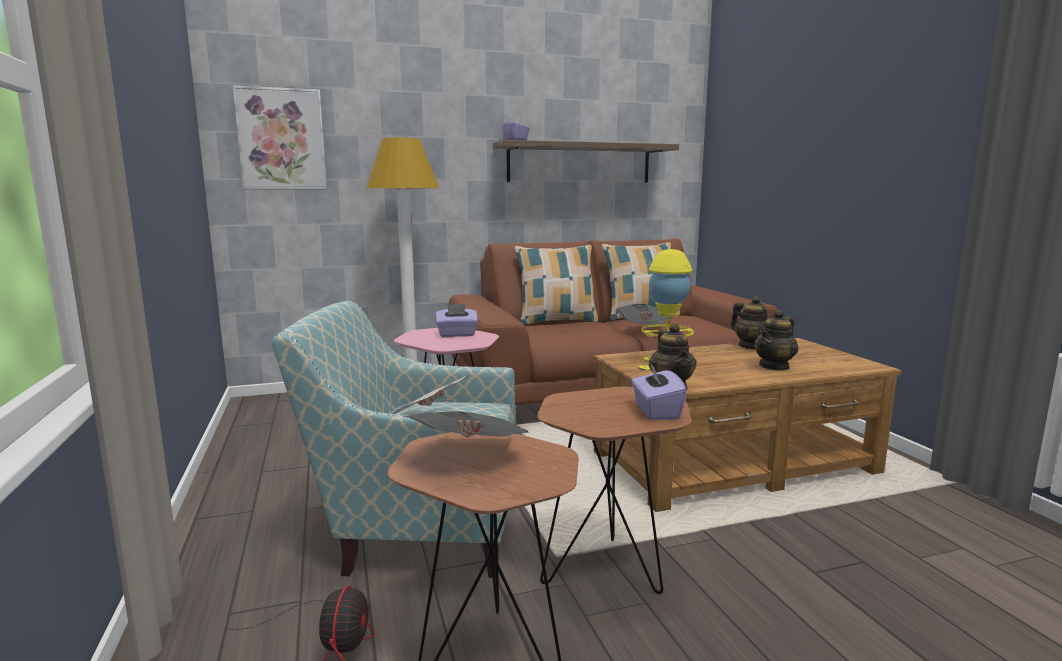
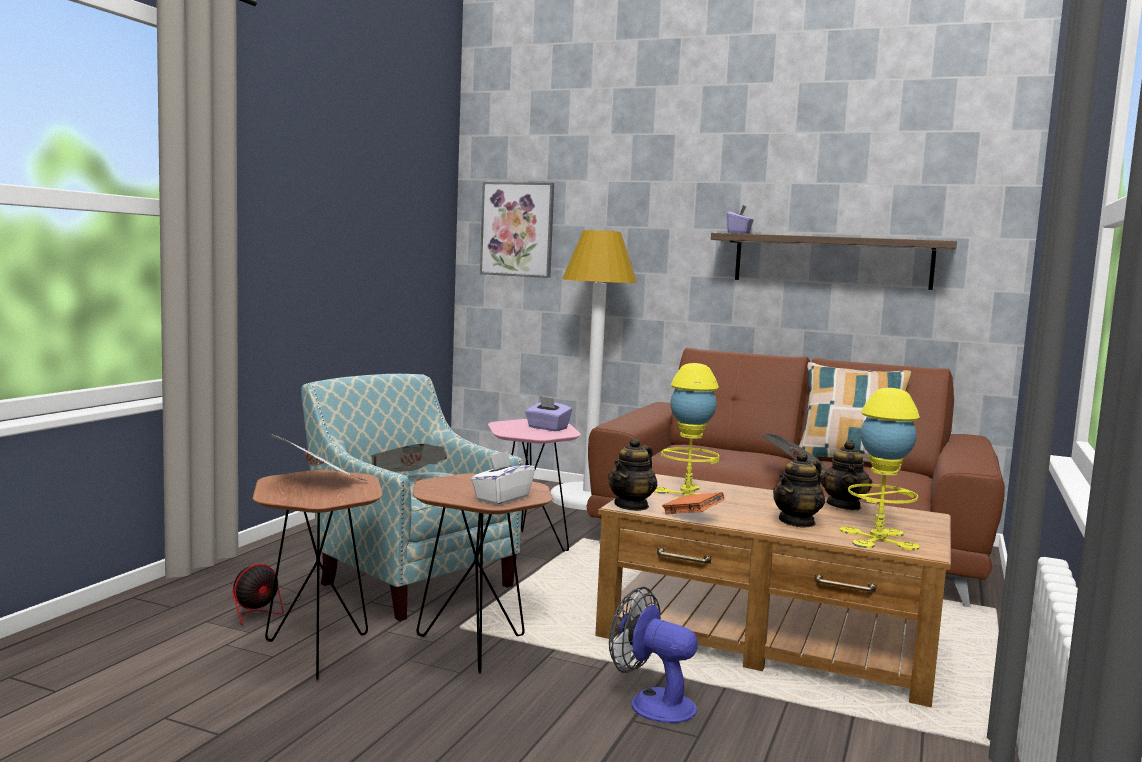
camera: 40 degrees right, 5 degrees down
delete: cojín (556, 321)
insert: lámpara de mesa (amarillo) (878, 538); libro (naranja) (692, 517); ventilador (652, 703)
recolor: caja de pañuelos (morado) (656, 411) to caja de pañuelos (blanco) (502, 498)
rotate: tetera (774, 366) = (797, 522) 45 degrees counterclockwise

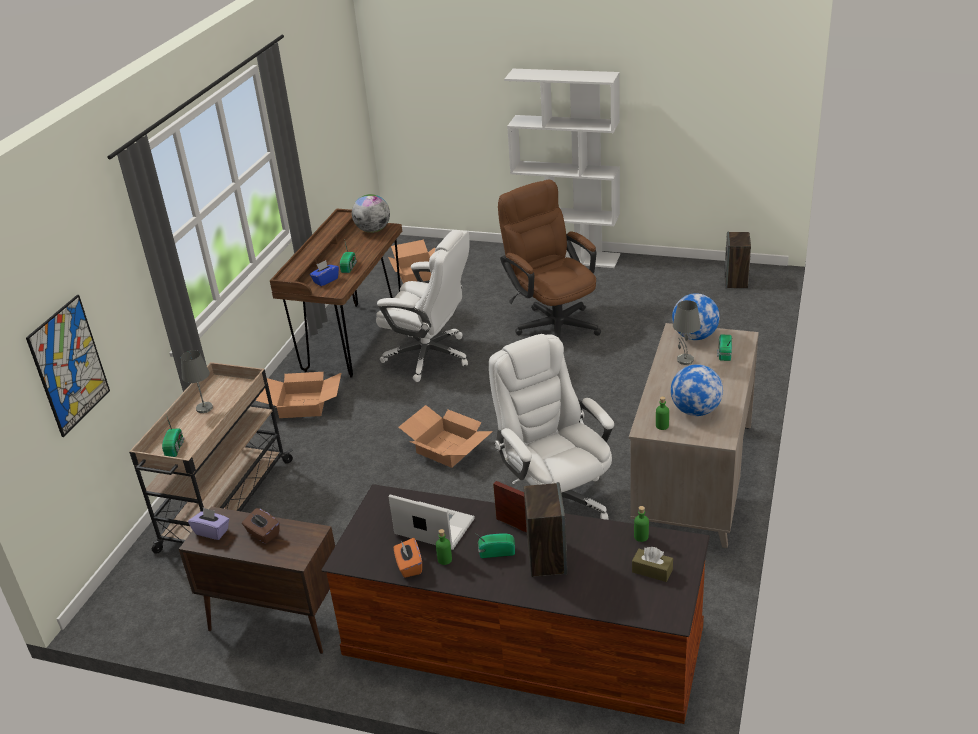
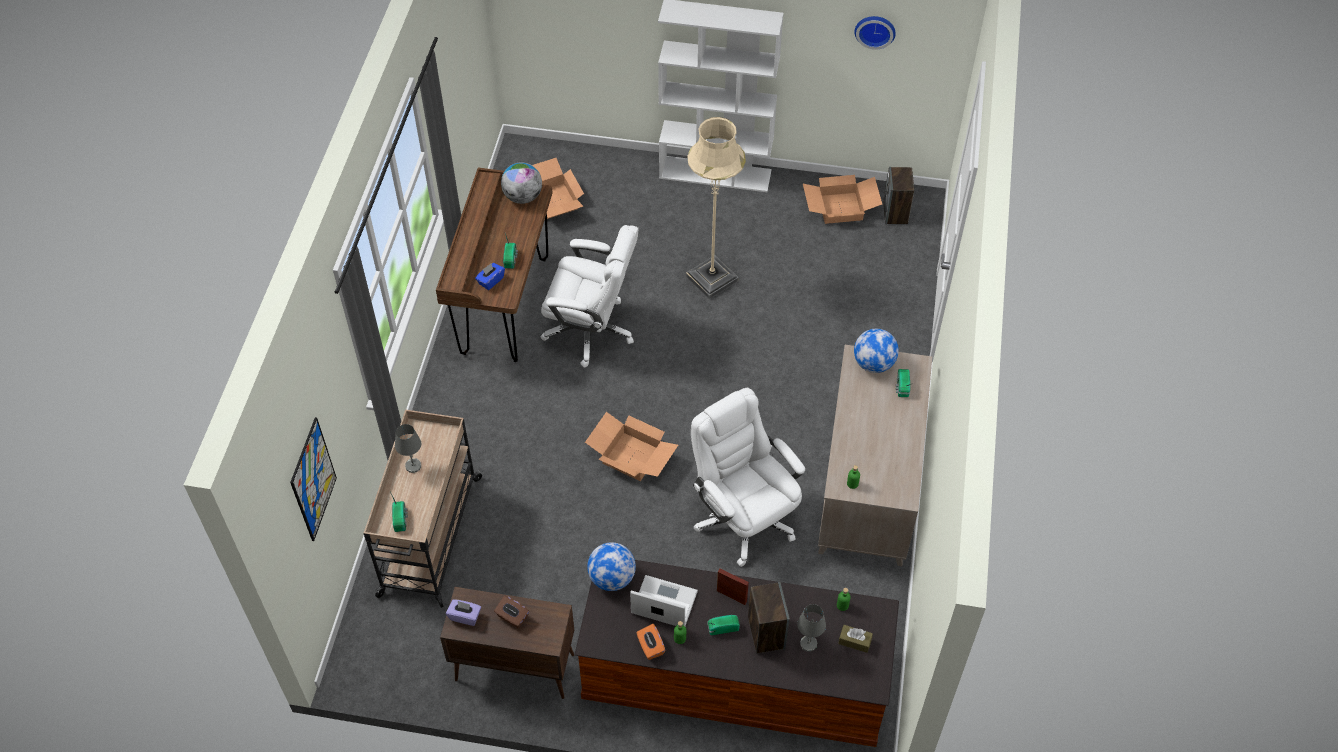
camera: 10 degrees left, 20 degrees up
insert: reloj de pared (875, 30)
move: lámpara de mesa (gris) (684, 360) to (807, 643); globo terráqueo (695, 411) to (612, 578); caja de cartón (304, 404) to (840, 207)
replace: silla de oficina (marrón) (553, 323) to lámpara de pie (beis) (712, 278)

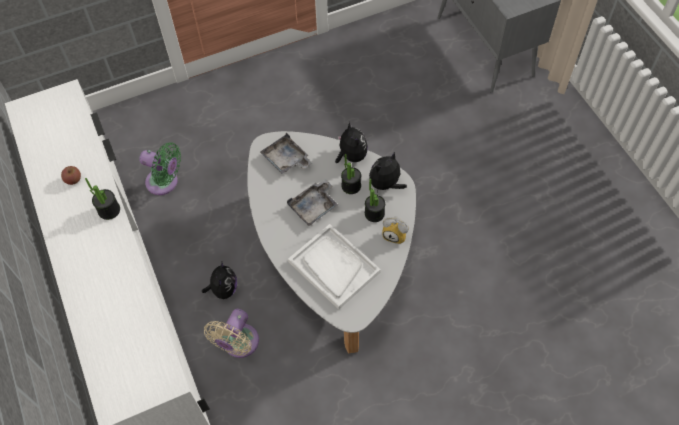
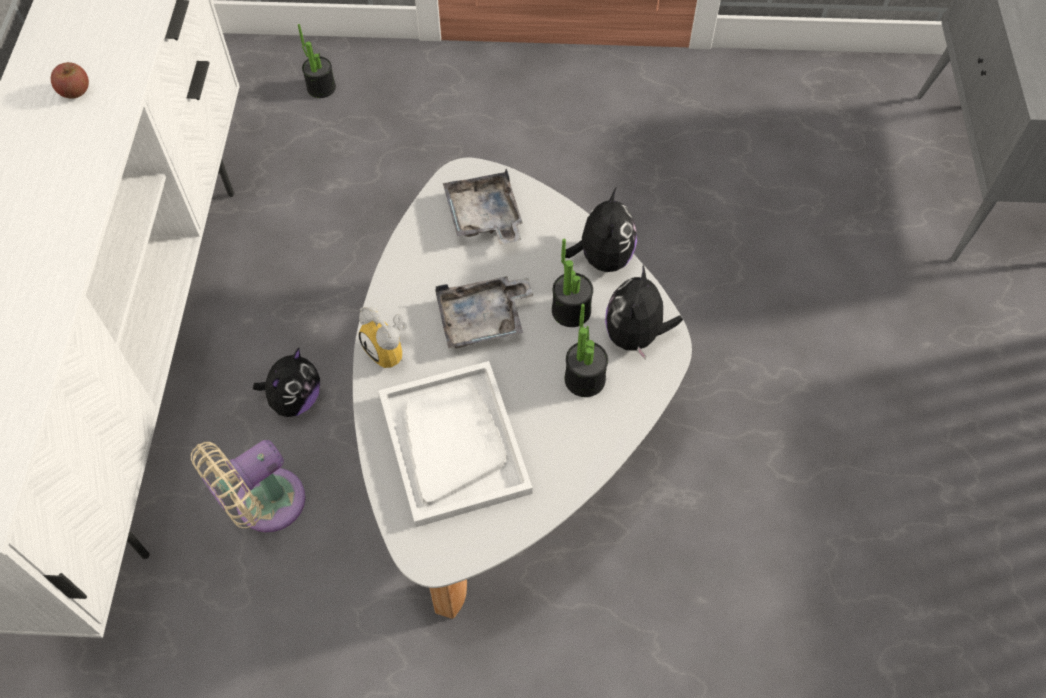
camera: 25 degrees right, 0 degrees up
delete: ventilador (verde) (165, 183)
move: planta en maceta (109, 210) to (321, 88); despertador (396, 235) to (390, 350)
rotate: peluche (385, 185) = (635, 336) 60 degrees counterclockwise

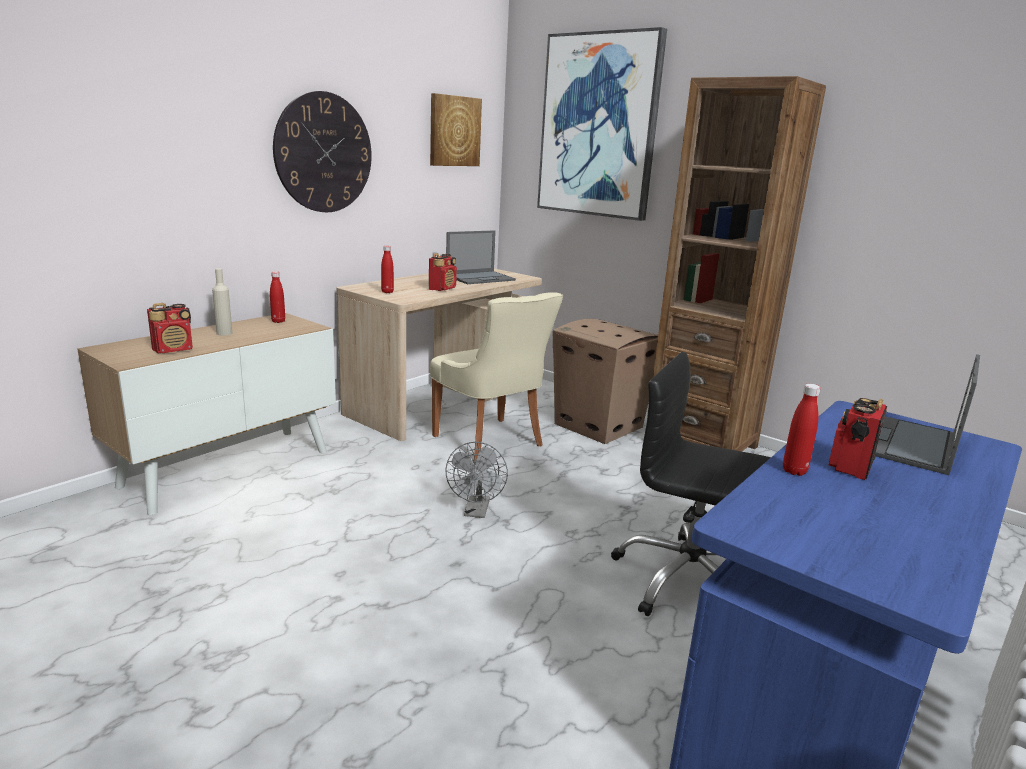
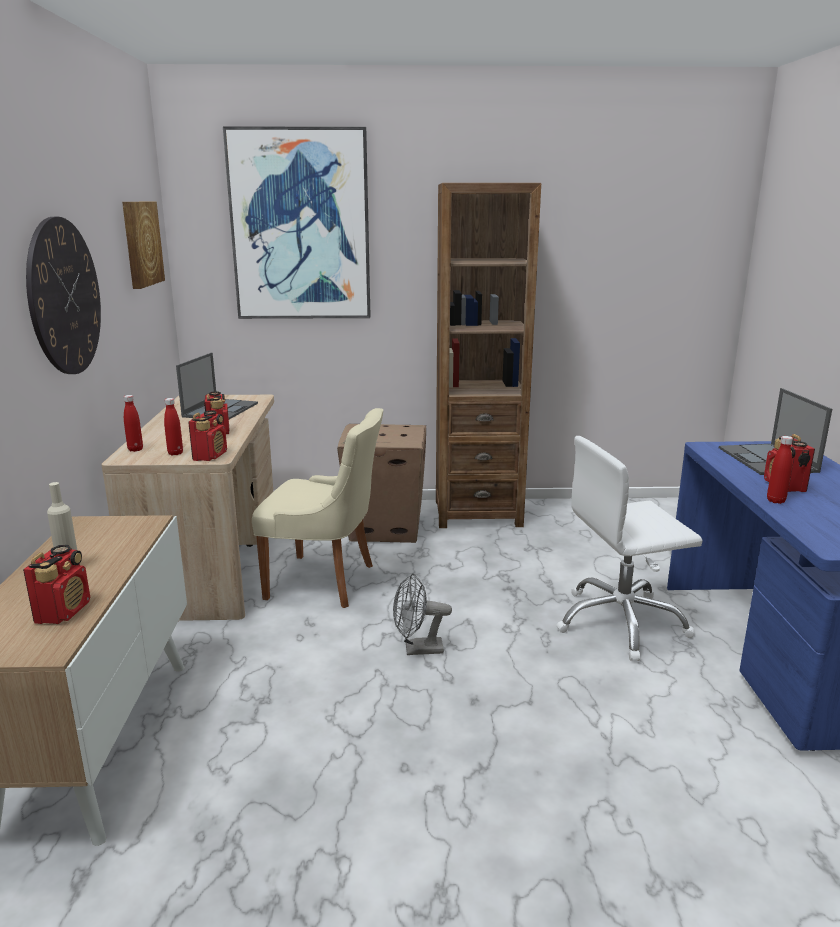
camera: 40 degrees left, 0 degrees up
insert: radio (210, 456)
move: botella (rojo) (278, 321) to (135, 449)
recolor: silla de oficina (negro) (687, 581) to silla de oficina (blanco) (621, 622)
rotate: ventilador (gris) (476, 512) = (417, 649) 120 degrees clockwise

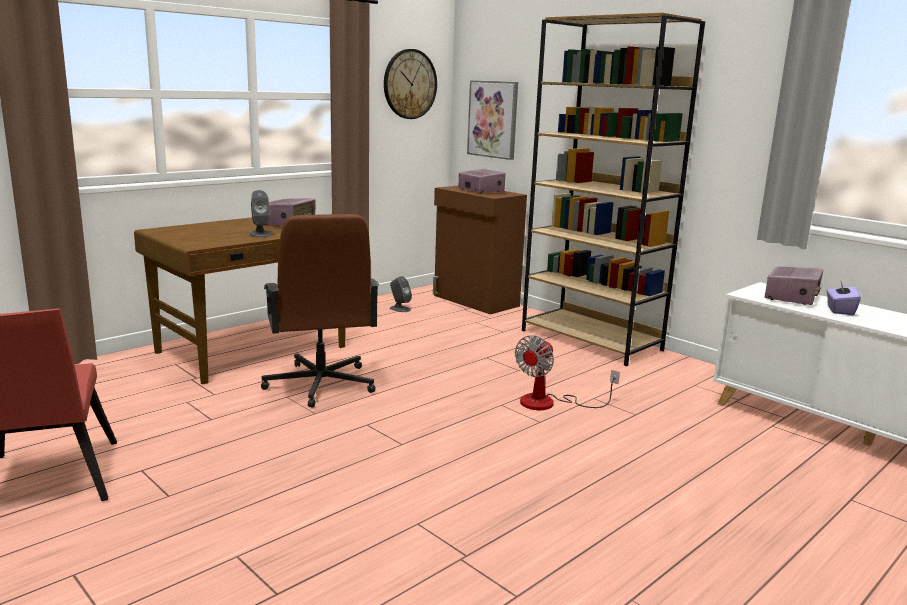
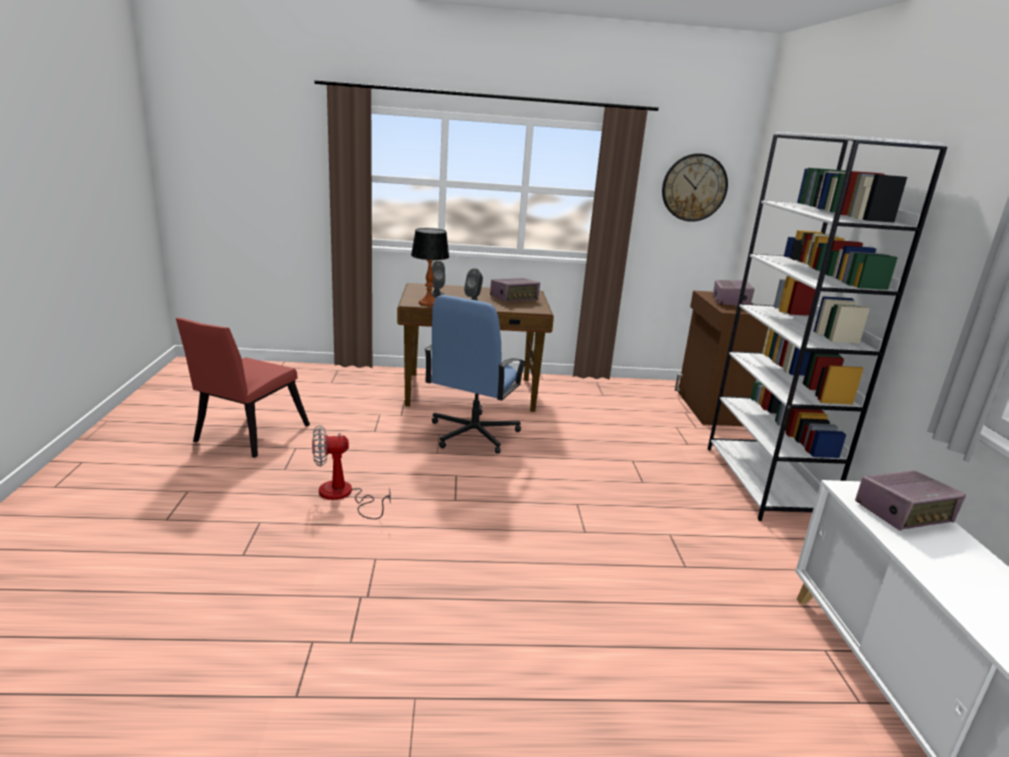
camera: 40 degrees right, 5 degrees up
delete: cuadro (493, 119); caja de pañuelos (morado) (839, 310)
insert: lámpara de mesa (428, 303)
move: altavoz (gris) (400, 309) to (437, 295); ventilador (549, 403) to (343, 496)
recolor: estantería (marrón) (591, 340) to estantería (blanco) (765, 483); silla de oficina (marrón) (320, 384) to silla de oficina (azul) (472, 434)

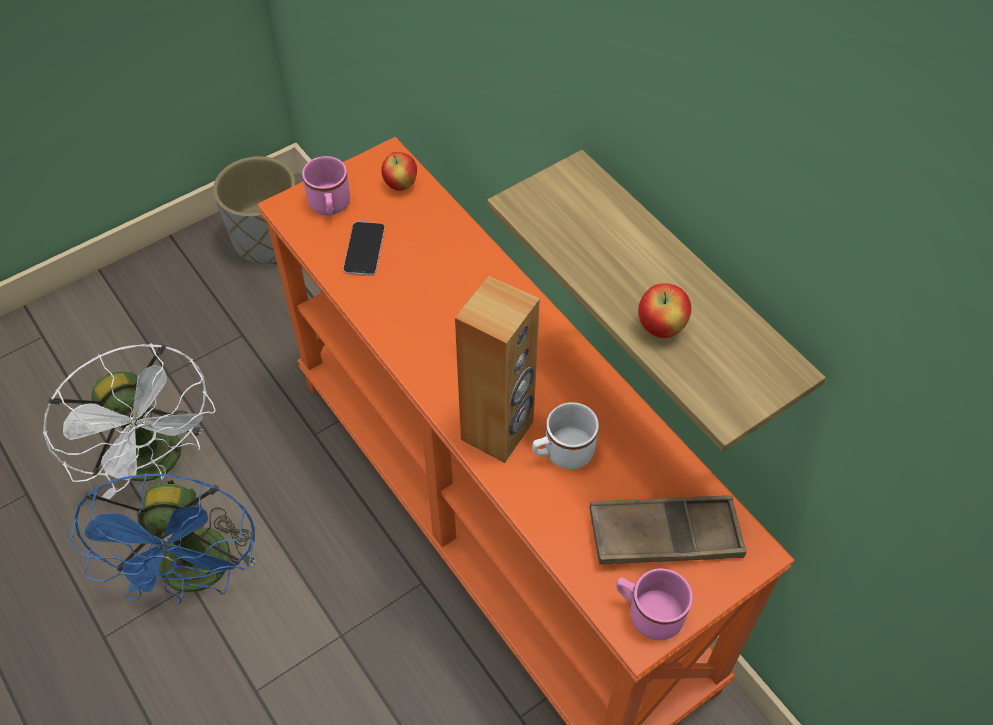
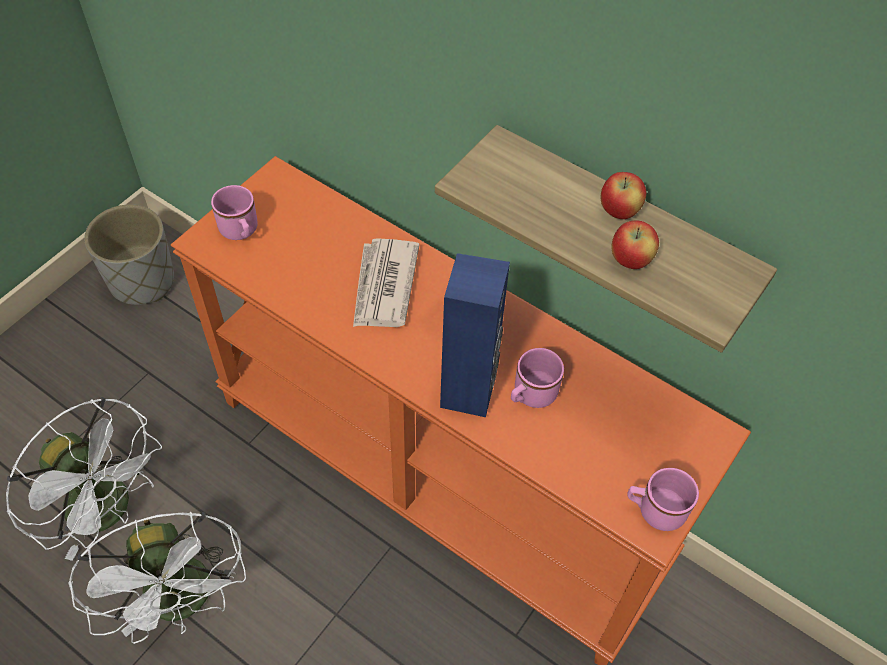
camera: 20 degrees left, 0 degrees up
delete: móvil (364, 249); bandeja (marrón) (665, 535)
insert: periódico (384, 286)
move: manzana (400, 185) to (619, 212)
recolor: altavoz (marrón) (498, 431) to altavoz (azul) (469, 391); taza grande (blanco) (562, 453) to taza grande (rosa) (530, 395); ventilador (azul) (197, 576) to ventilador (blanco) (184, 602)

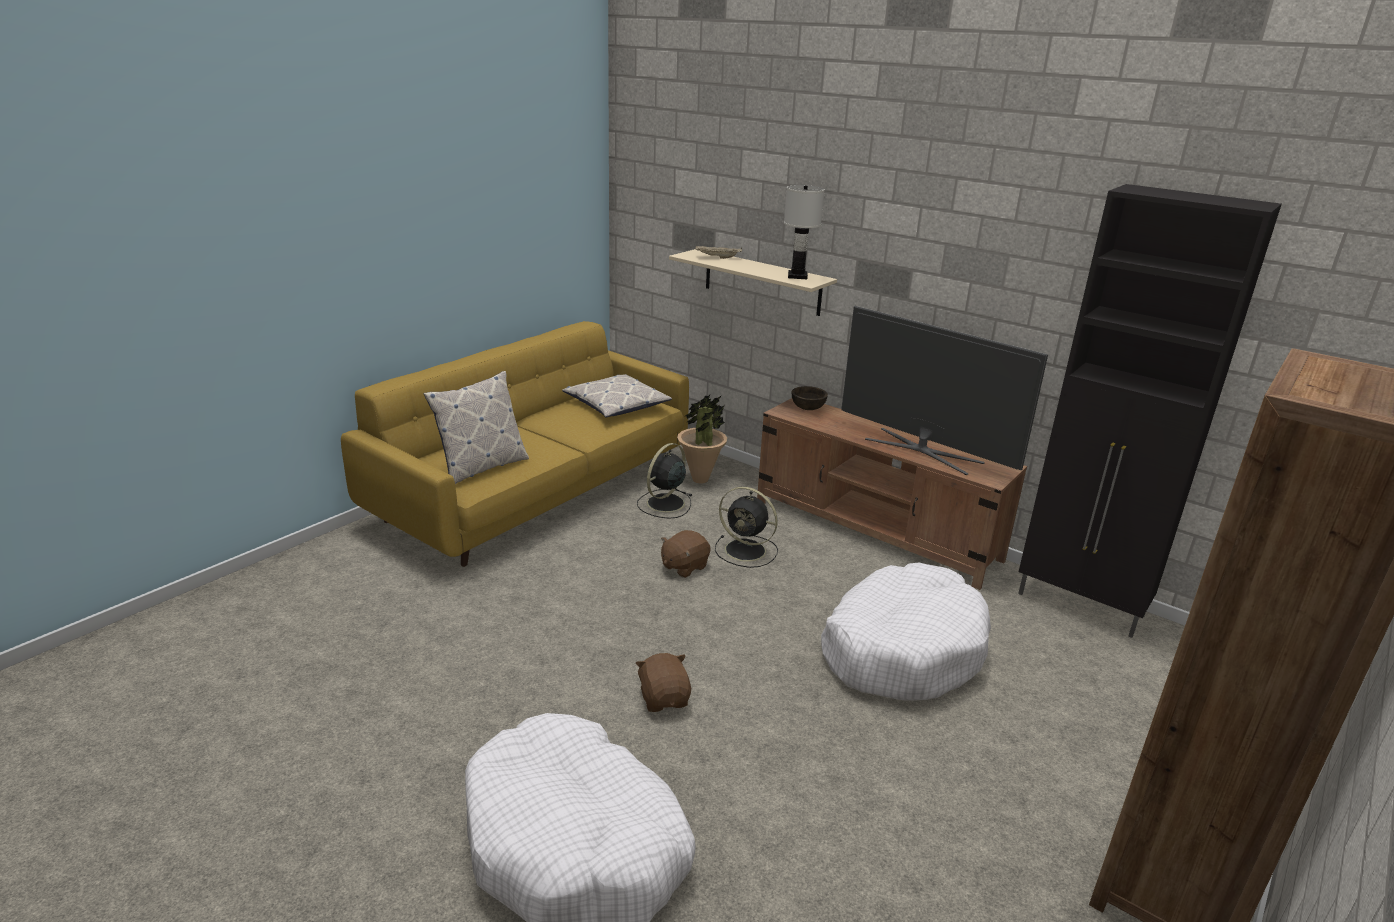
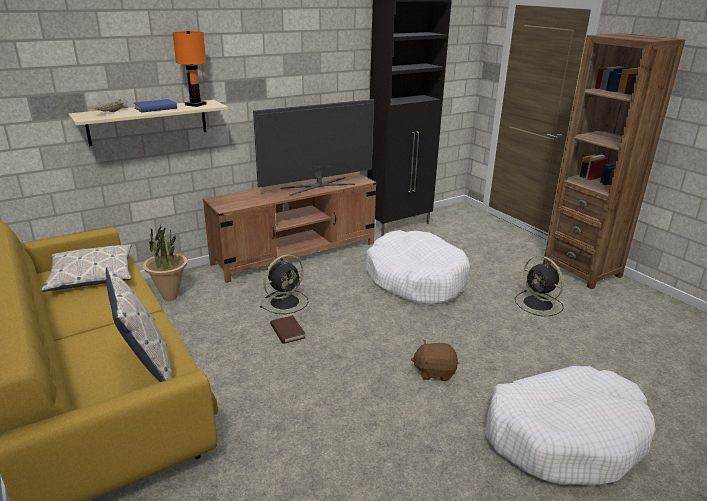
camera: 70 degrees left, 0 degrees up
delete: cuenco (marrón) (807, 408)
insert: libro (azul) (156, 108)
move: ventilador (negro) (664, 504) to (539, 304)
replace: peluche (marrón) (684, 566) to libro (marrón) (287, 331)
recolor: lámpara de mesa (blanco) (797, 276) to lámpara de mesa (naranja) (195, 104)

